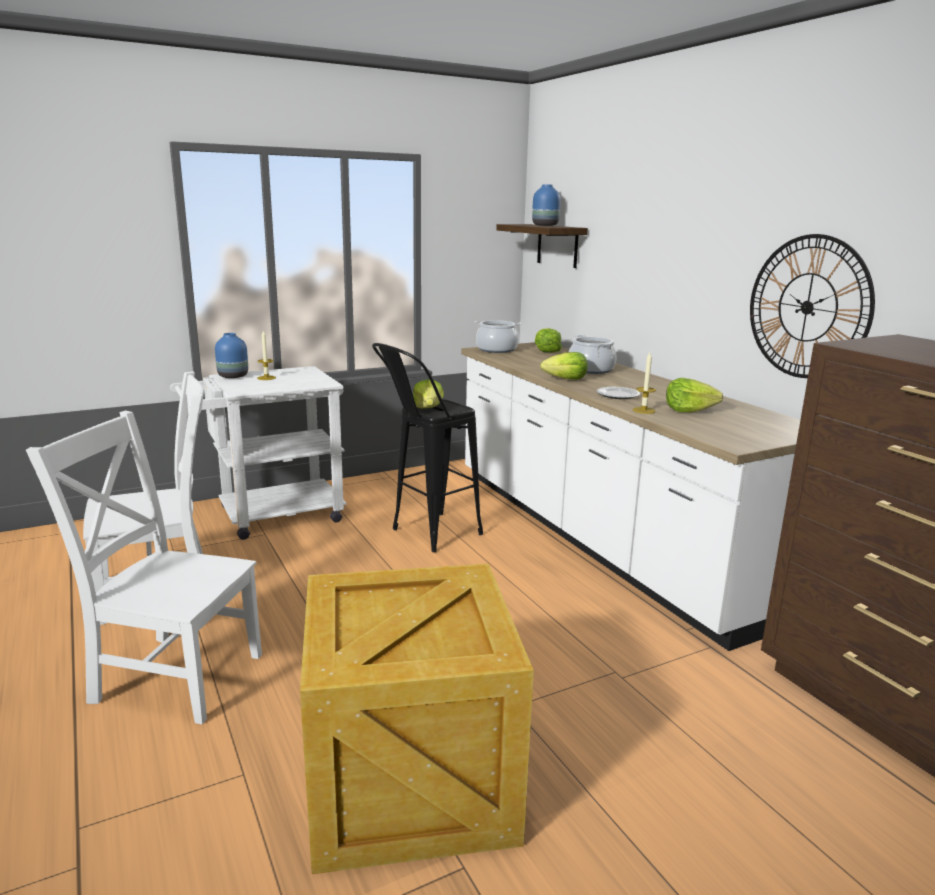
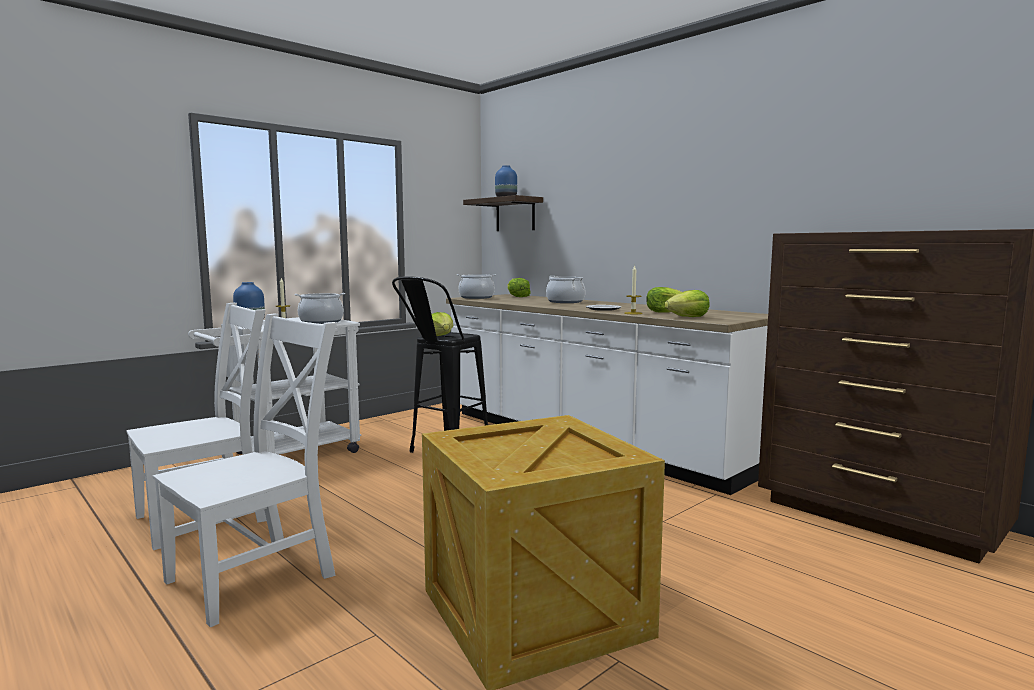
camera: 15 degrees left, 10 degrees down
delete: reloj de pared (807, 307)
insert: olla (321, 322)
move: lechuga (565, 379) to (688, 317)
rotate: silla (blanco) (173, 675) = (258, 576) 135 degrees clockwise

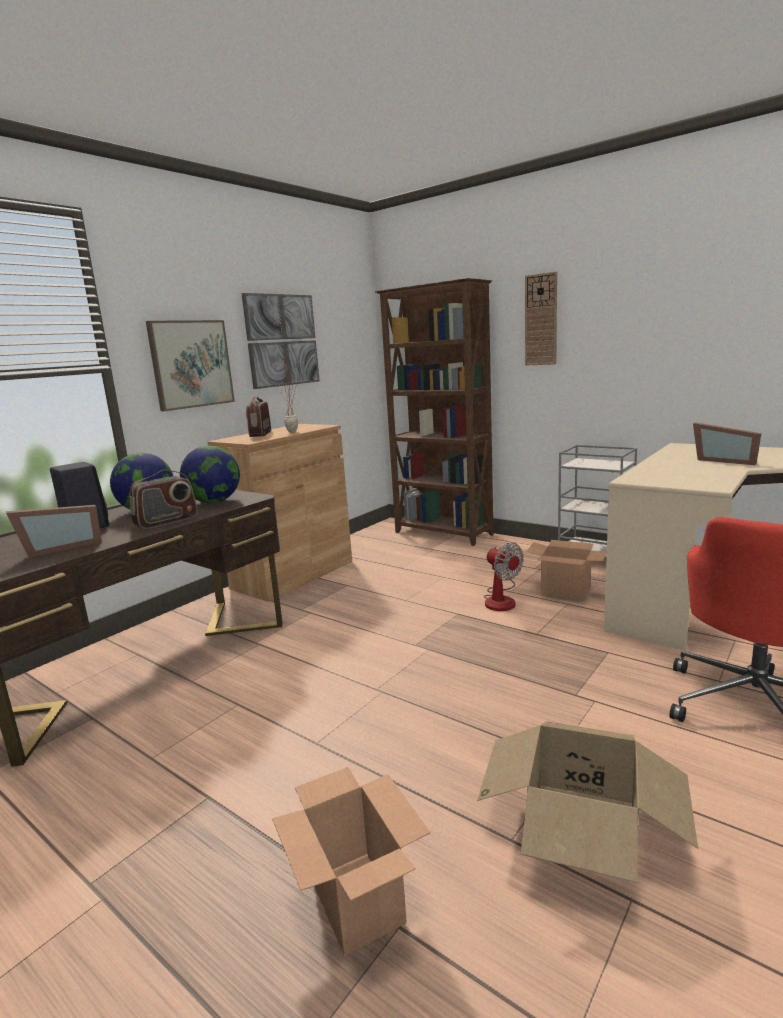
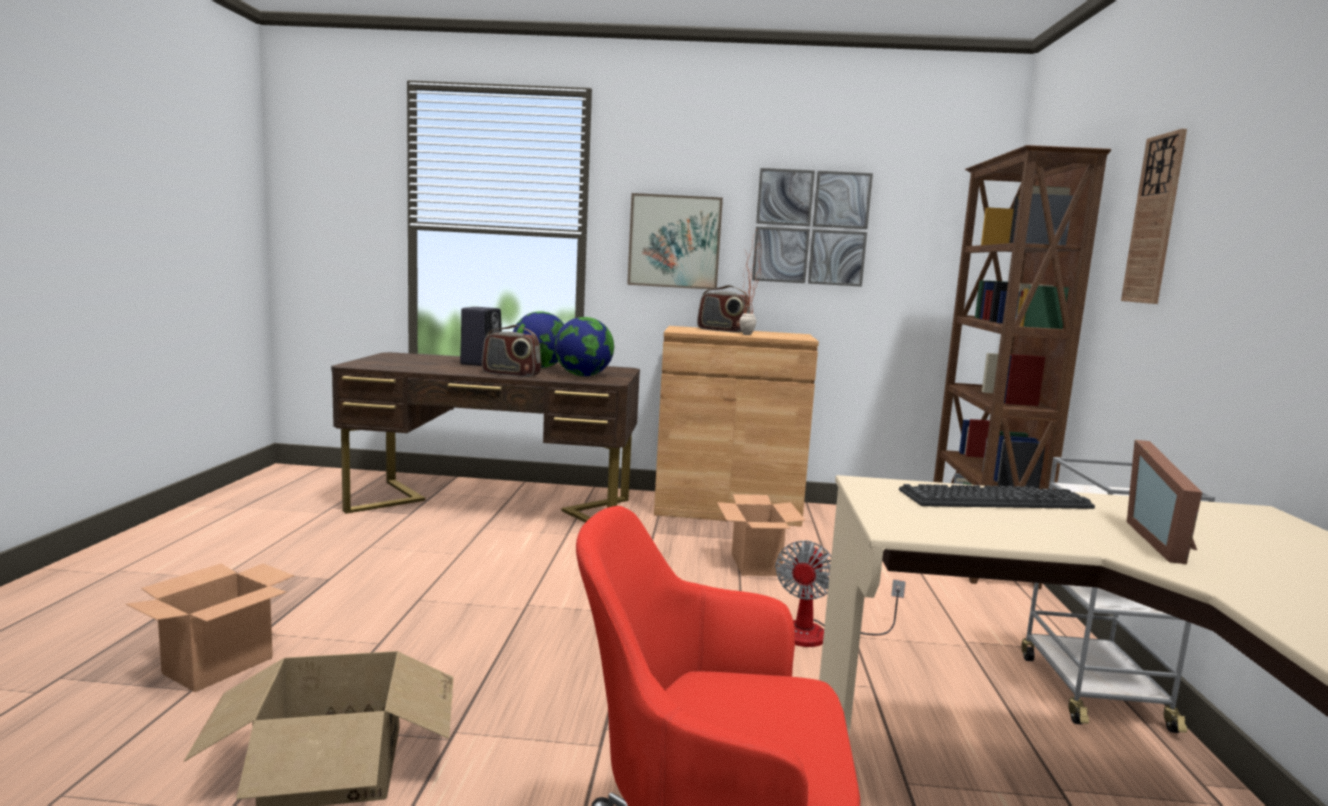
camera: 55 degrees right, 5 degrees down
delete: portarretratos (60, 547)
insert: teclado (994, 500)
move: caja de cartón (566, 592) to (756, 565)
rotate: radio (260, 434) = (722, 330) 120 degrees counterclockwise

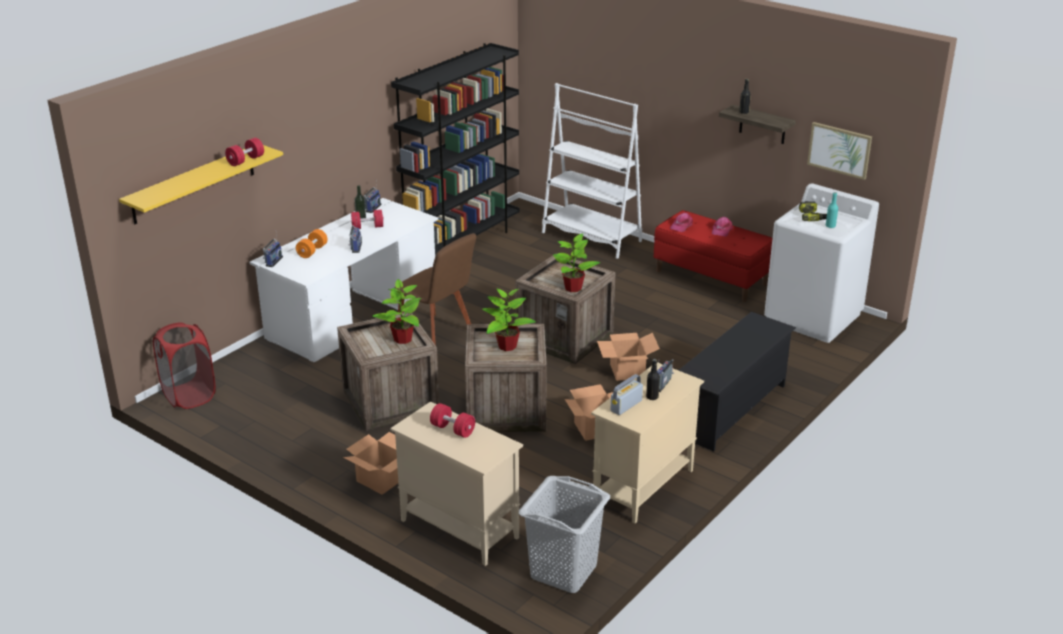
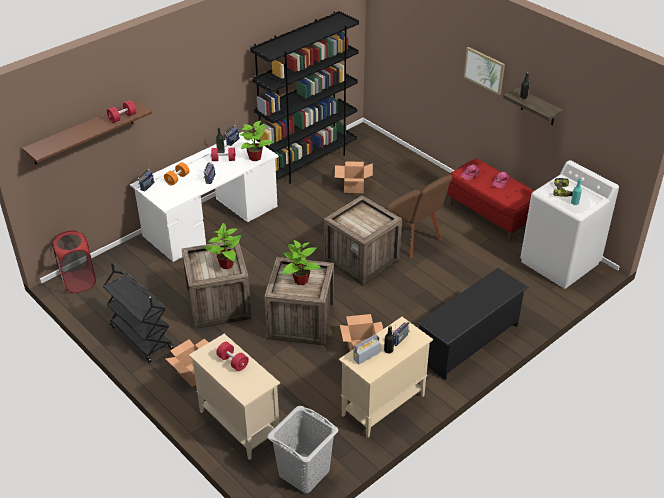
camera: 10 degrees right, 10 degrees up
delete: estantería (blanco) (591, 237)
insert: carrito (negro) (141, 337)
move: cuadro (839, 150) to (484, 70); silla (marrón) (437, 334) to (414, 240); planta en maceta (573, 288) to (255, 157); caja de cartón (627, 371) to (354, 187)
recolor: estante (amarillo) (194, 184) to estante (marrón) (83, 133)

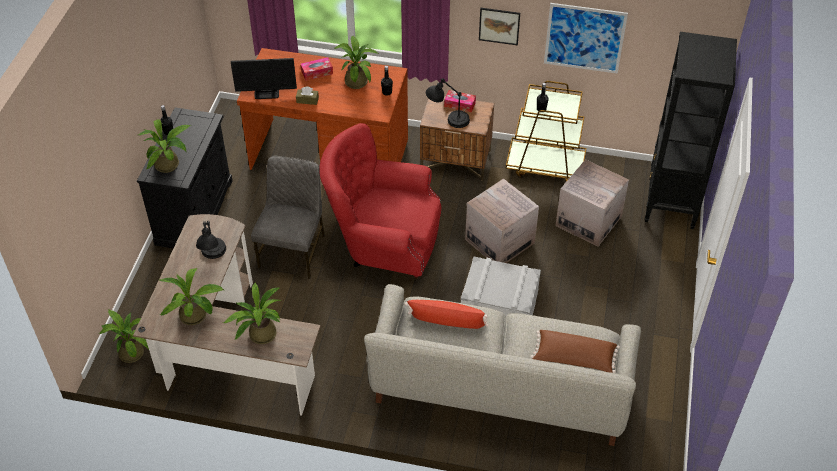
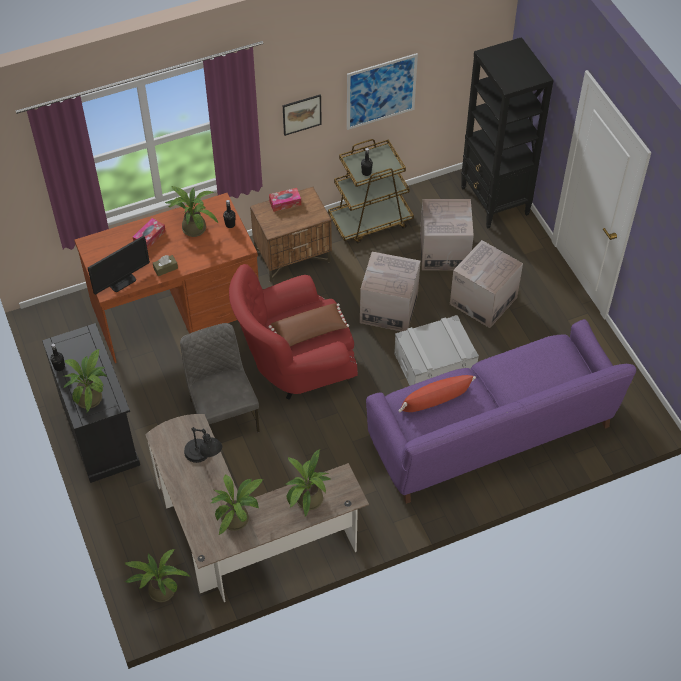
camera: 35 degrees left, 5 degrees up
delete: lámpara de mesa (negro) (448, 120)
insert: caja de cartón (483, 300)
move: cojín (marrón) (574, 358) to (309, 332)
recolor: sofá (gris) (499, 389) to sofá (morado) (491, 433)

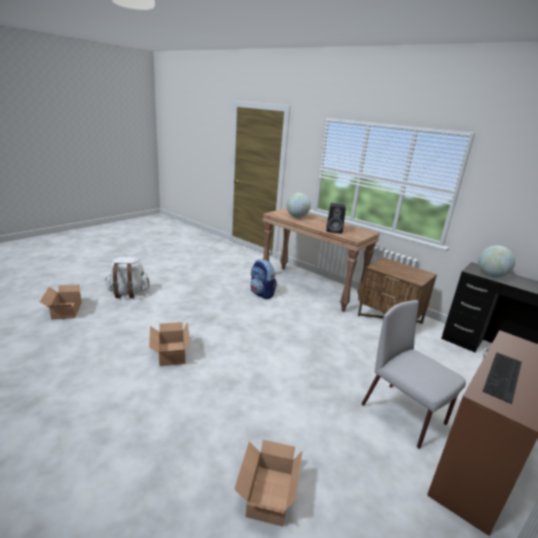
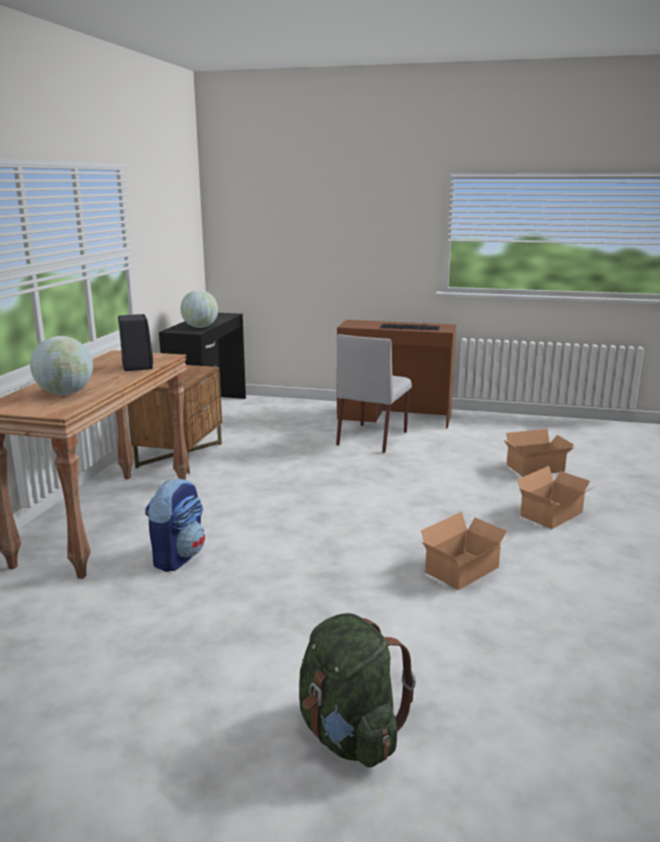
camera: 115 degrees left, 5 degrees down
move: caja de cartón (65, 311) to (554, 515)
recolor: mochila (blanco) (128, 293) to mochila (verde) (349, 735)

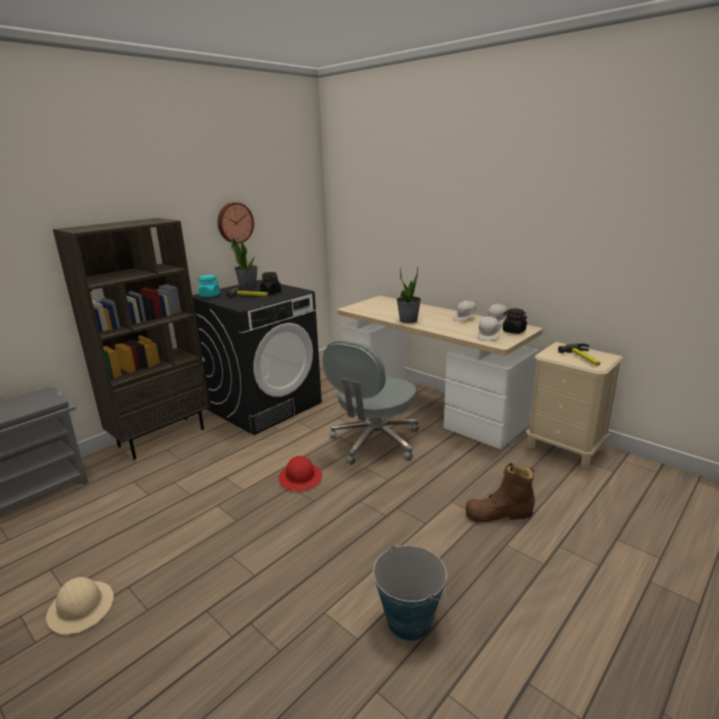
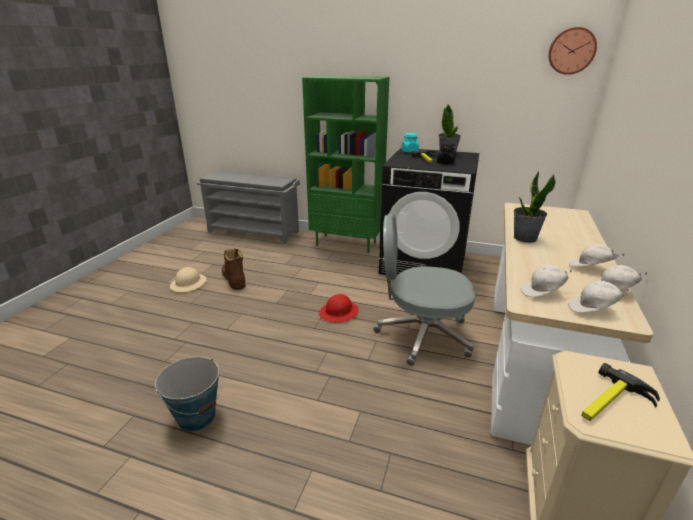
camera: 65 degrees right, 5 degrees up
move: reloj de pared (234, 223) to (571, 51); bota (marrón) (499, 513) to (234, 279)
replace: tarro (negro) (513, 331) to gorra (blanco) (593, 309)
recolor: estantería (marrón) (162, 437) to estantería (verde) (347, 243)

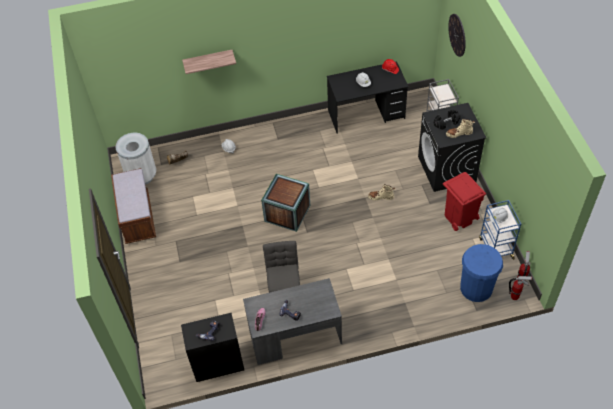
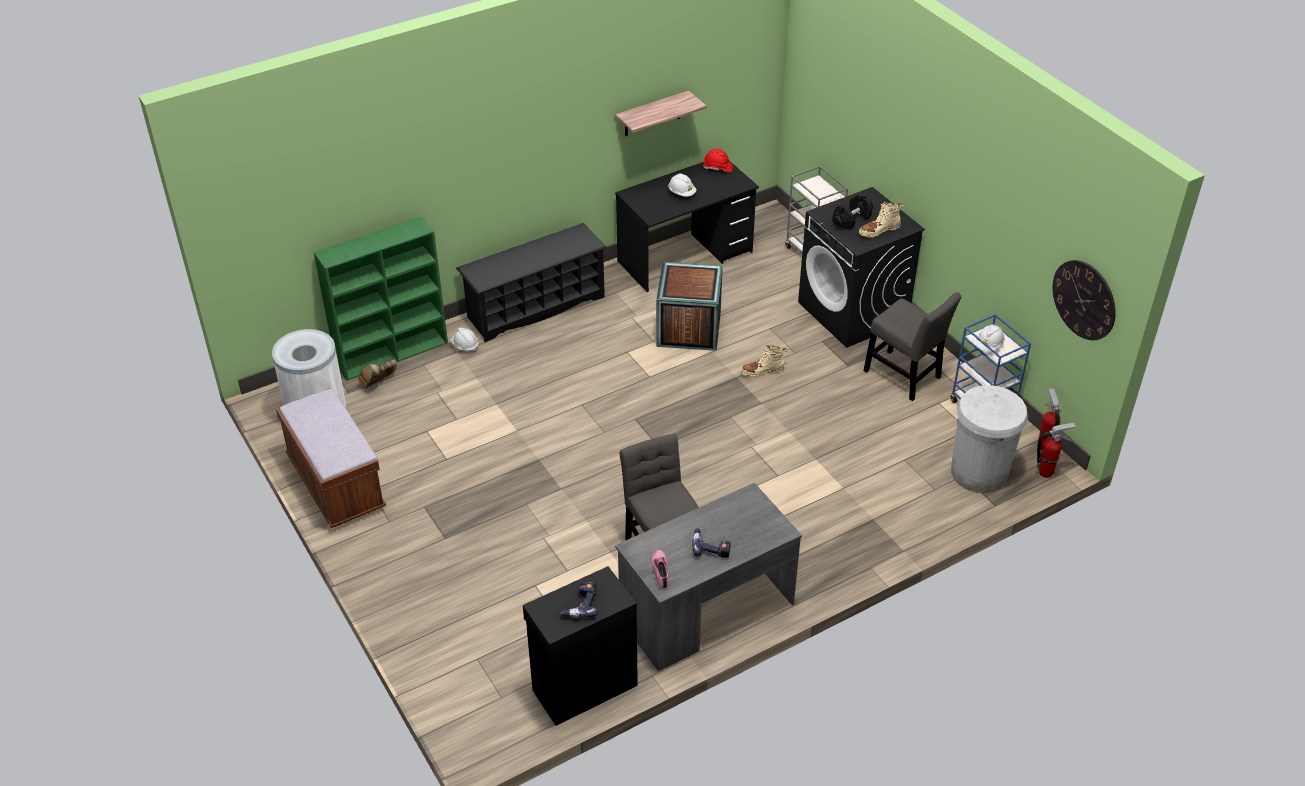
camera: 20 degrees left, 10 degrees down
insert: estantería (verde) (393, 353); zapatero (negro) (535, 307)
move: reloj de pared (457, 35) to (1084, 300); estante (208, 60) to (652, 114); caja de embalaje (287, 213) to (688, 329)
replace: papelera (rojo) (459, 217) to silla (gris) (905, 377)
recolor: papelera (azul) (476, 288) to papelera (blanco) (979, 472)

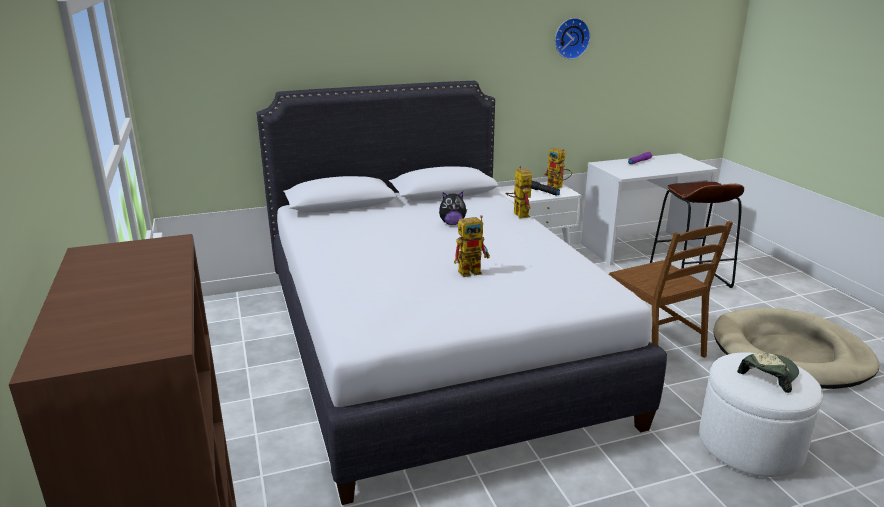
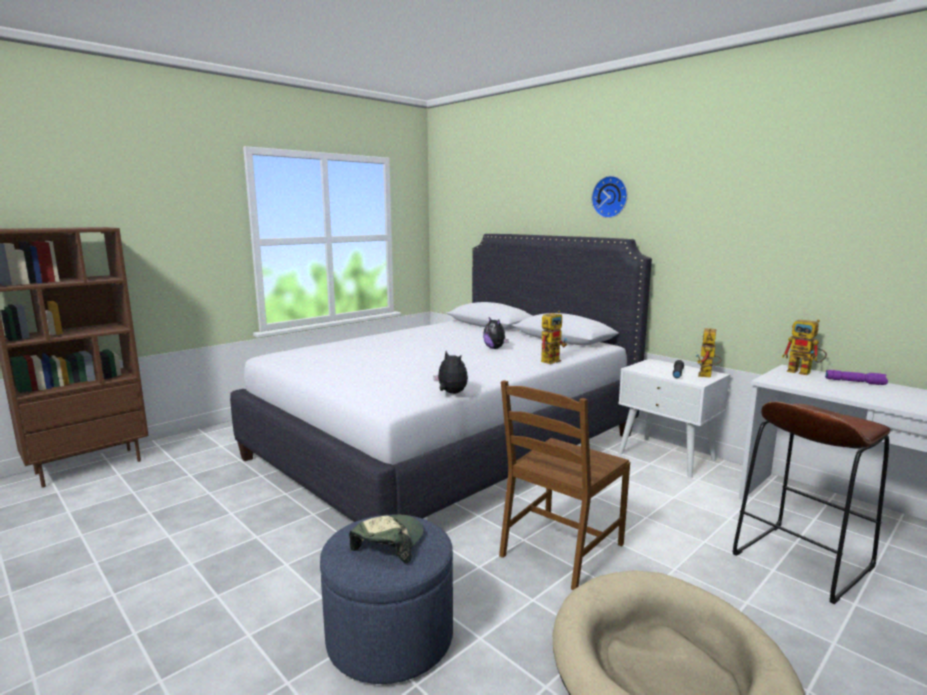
camera: 65 degrees right, 10 degrees down
insert: peluche (451, 393)
move: reloj de pared (570, 38) to (611, 197); robot de juguete (473, 271) to (804, 372)
recolor: puf (blanco) (750, 445) to puf (azul) (390, 637)
rotate: gorra (768, 375) = (388, 544) 90 degrees counterclockwise

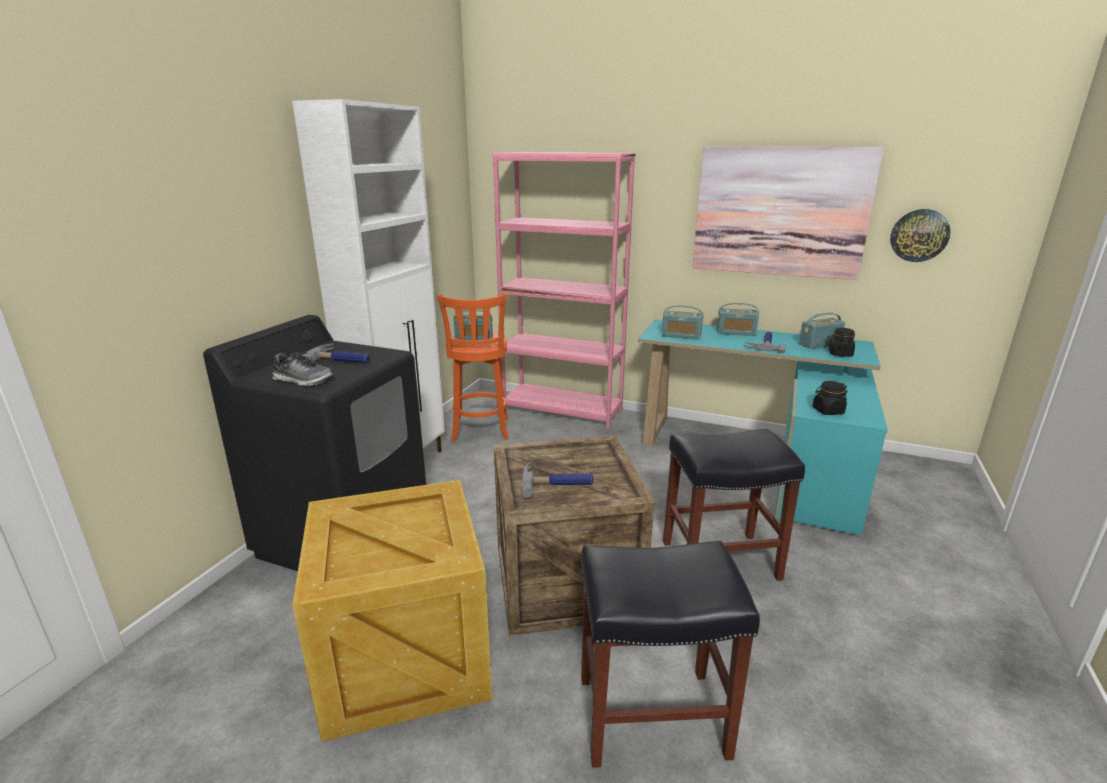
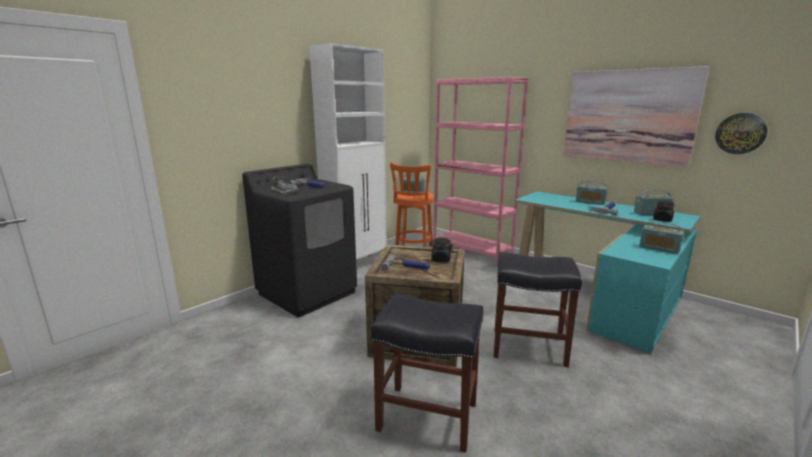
camera: 20 degrees right, 5 degrees down
delete: caja de embalaje (402, 655)
move: radio (681, 336) to (659, 249); tarro (negro) (827, 411) to (440, 260)

